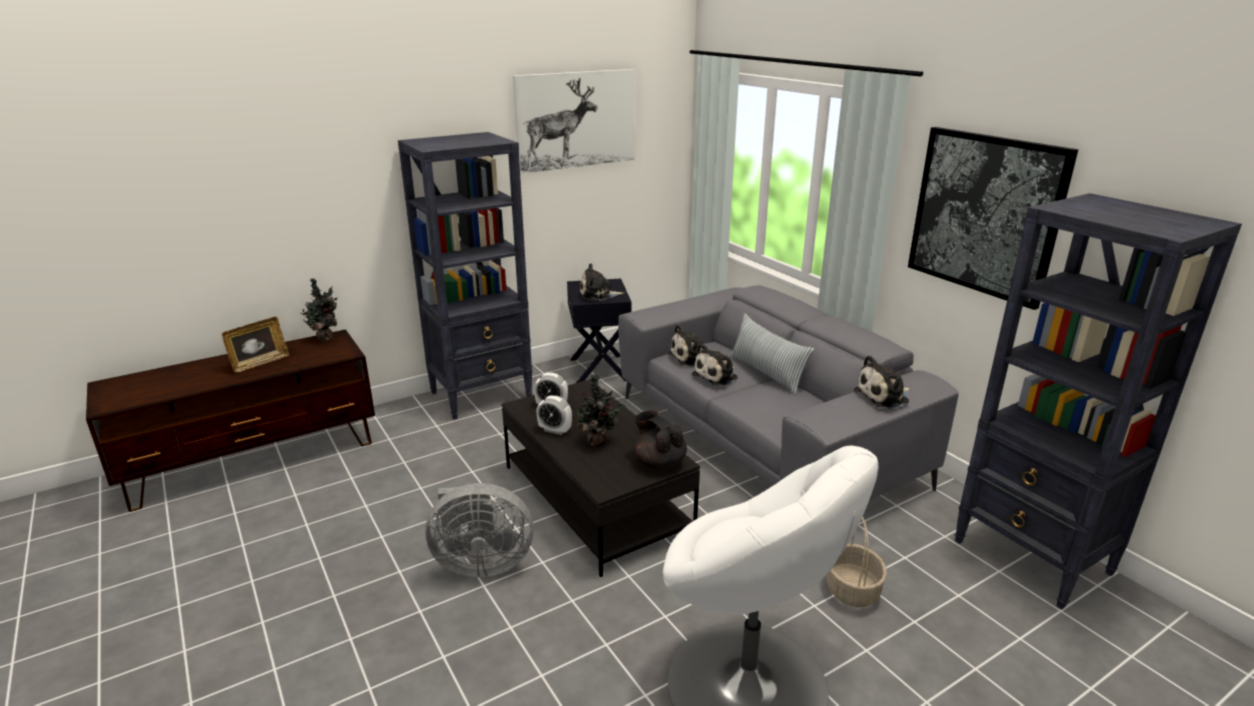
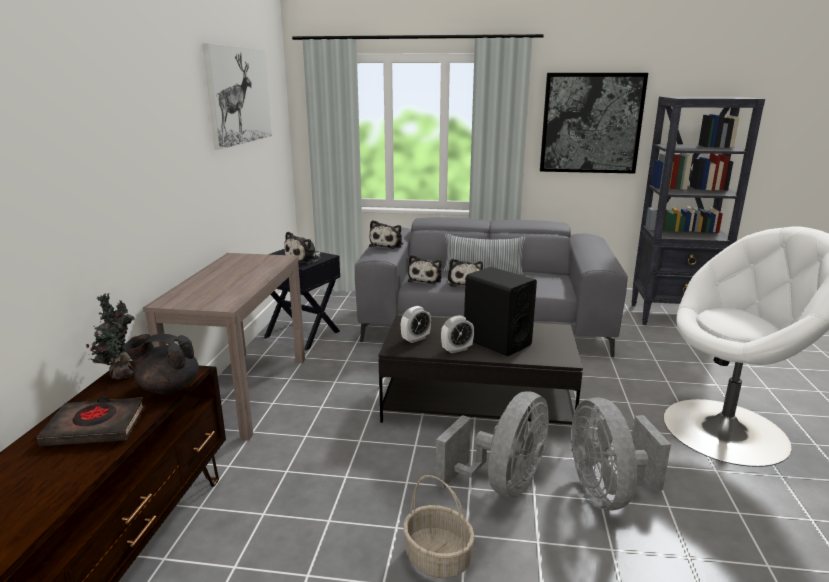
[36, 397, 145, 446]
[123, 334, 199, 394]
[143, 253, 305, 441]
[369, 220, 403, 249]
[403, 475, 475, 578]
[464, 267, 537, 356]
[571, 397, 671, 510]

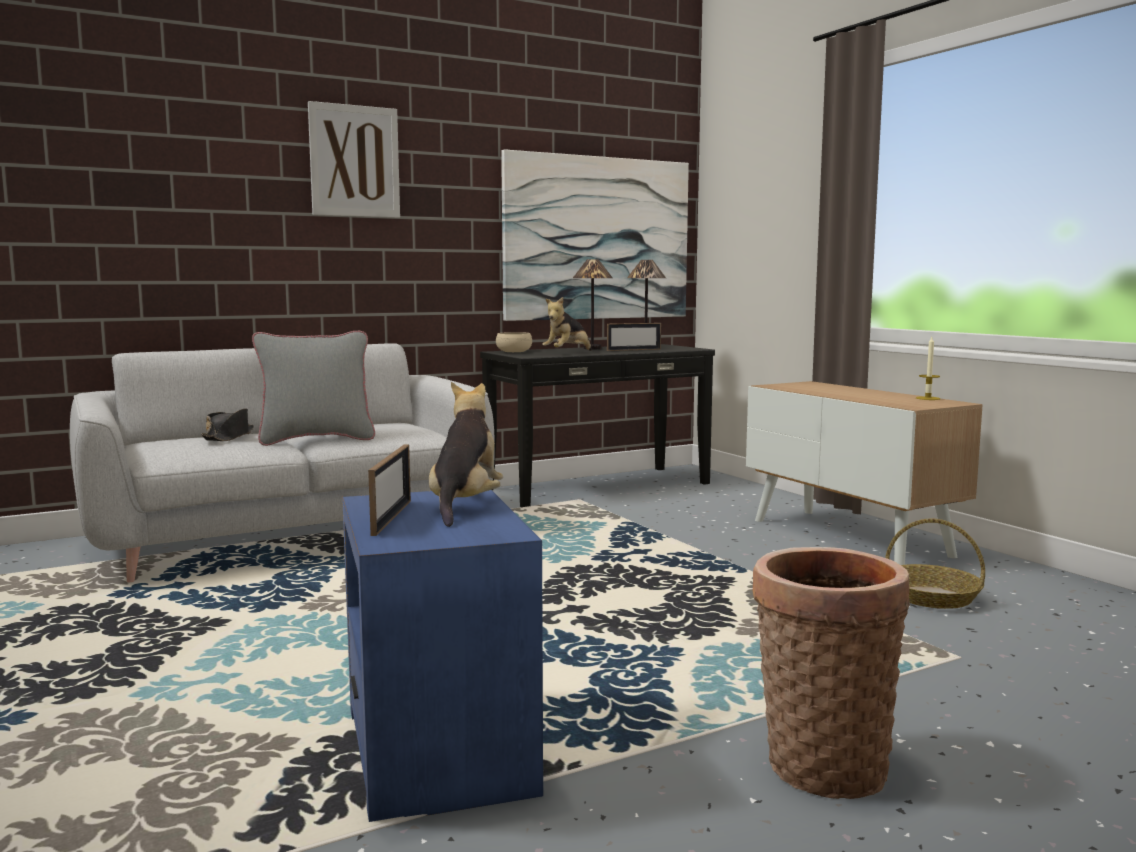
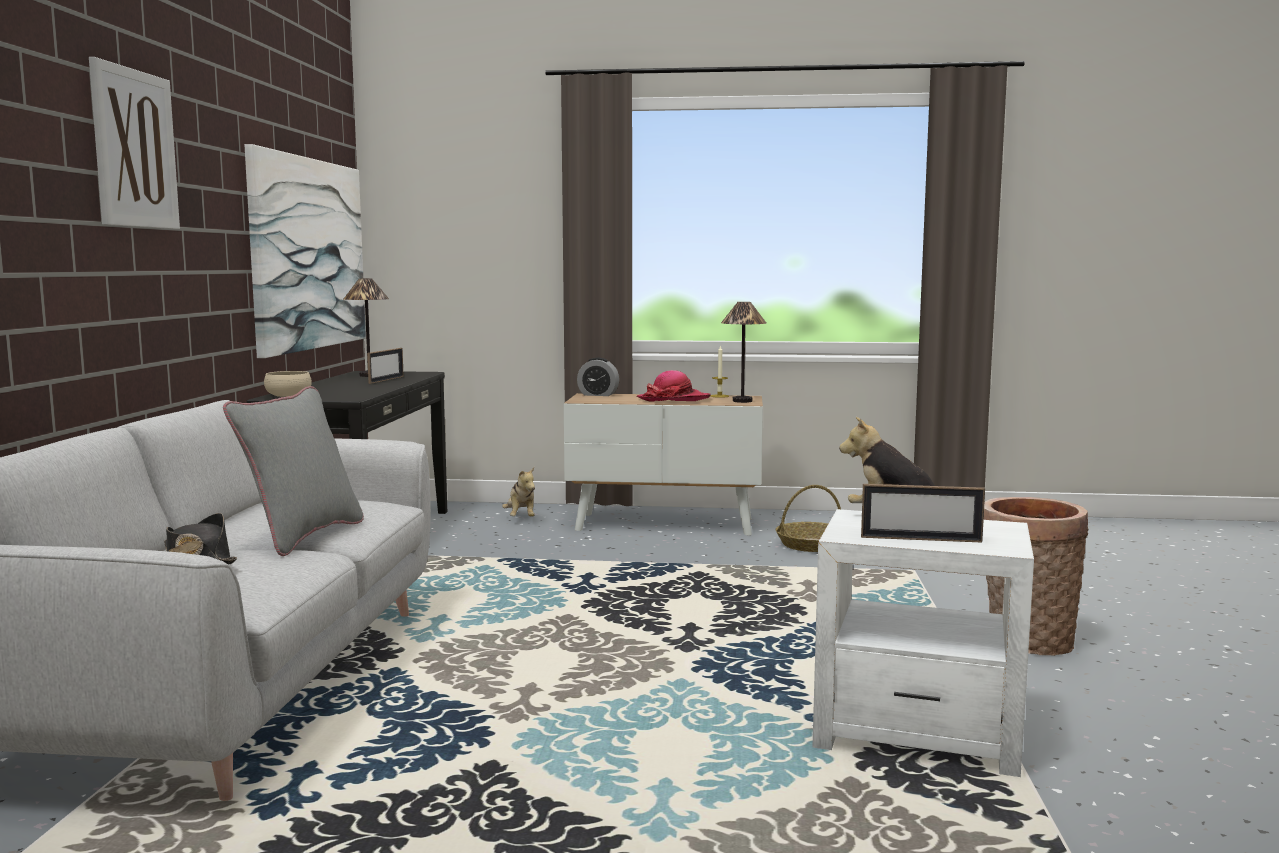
[502, 467, 535, 516]
[577, 358, 619, 396]
[637, 370, 711, 402]
[721, 302, 766, 403]
[813, 509, 1034, 777]
[861, 484, 985, 543]

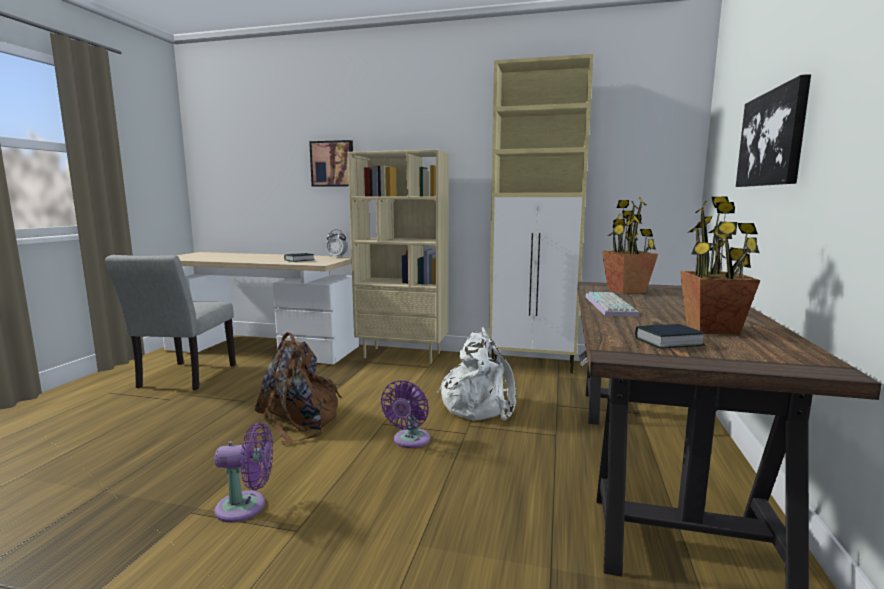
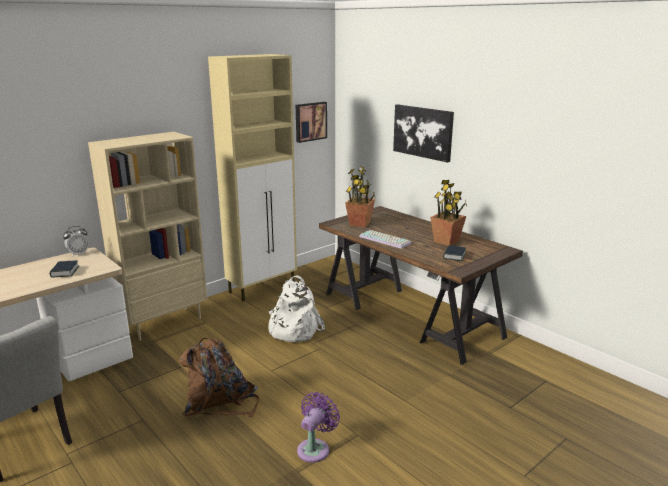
[296, 102, 327, 143]
[381, 380, 430, 448] (first image)

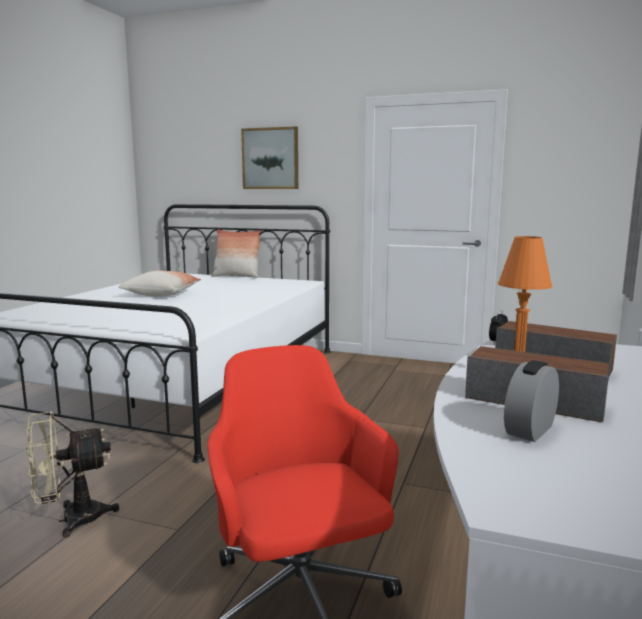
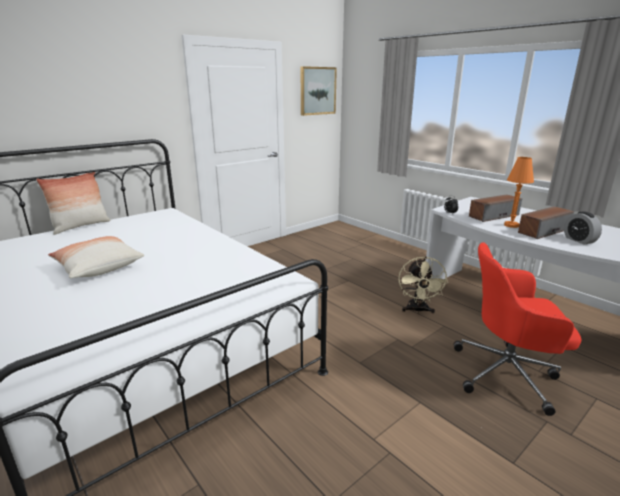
[300, 66, 337, 116]
[399, 256, 448, 314]

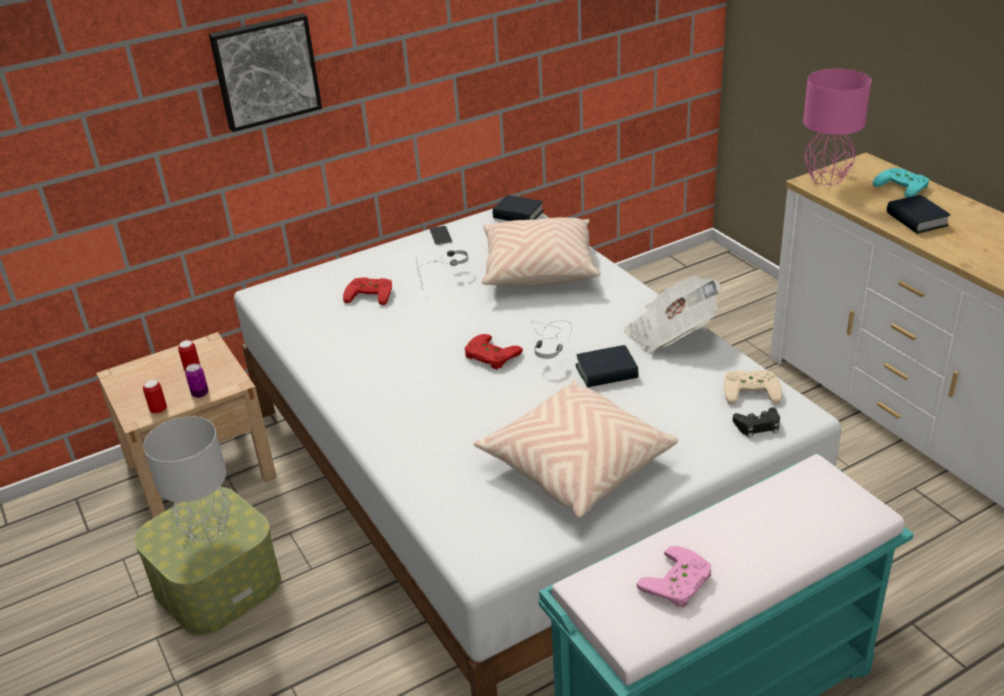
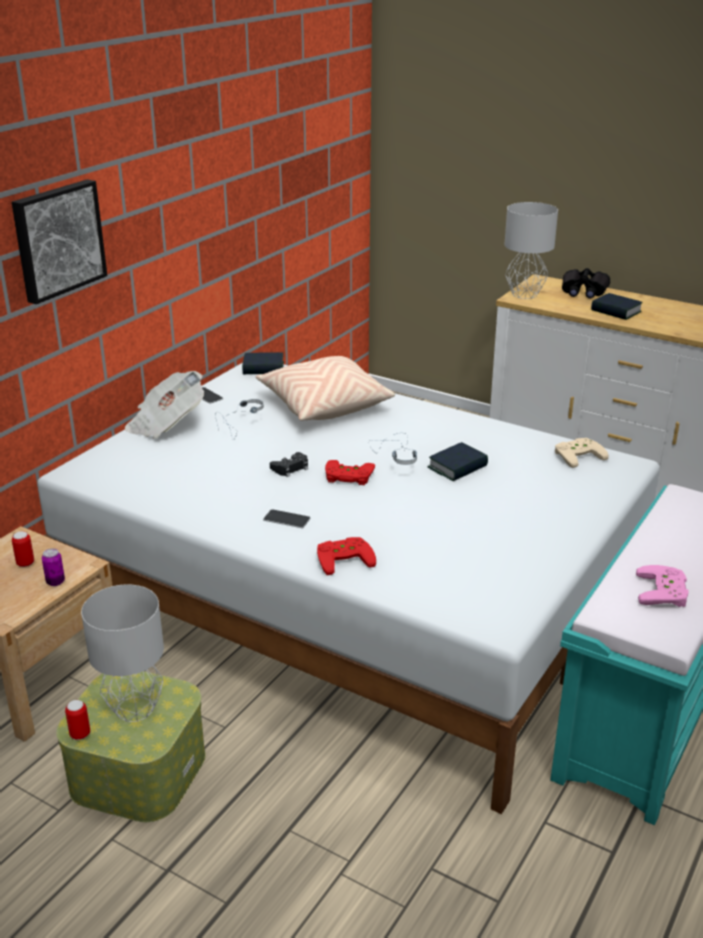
[65, 700, 90, 740]
[125, 371, 204, 438]
[263, 509, 310, 528]
[270, 452, 308, 477]
[317, 537, 376, 575]
[504, 202, 558, 299]
[562, 268, 610, 299]
[474, 381, 678, 518] (first image)

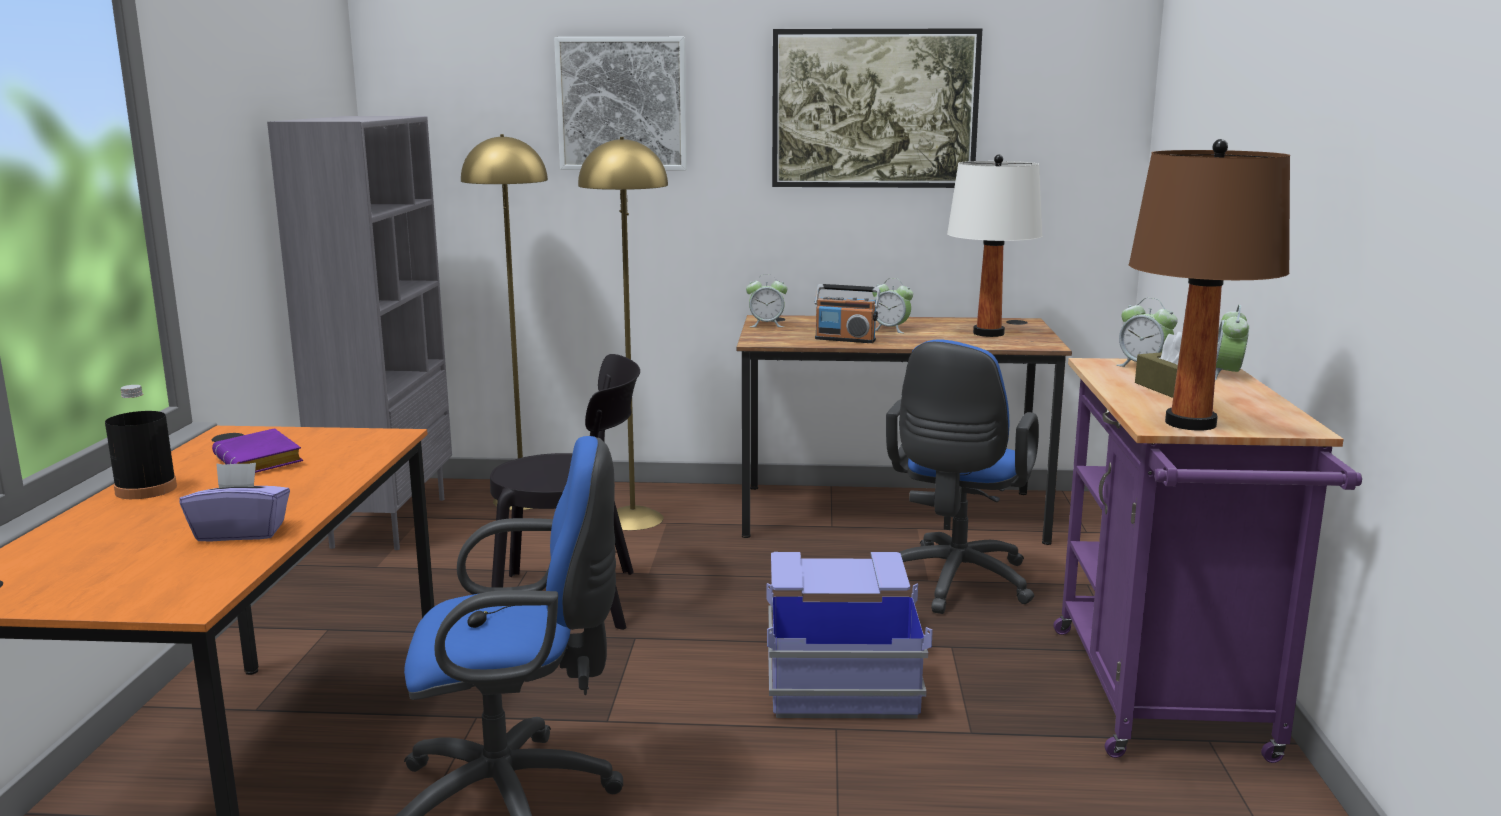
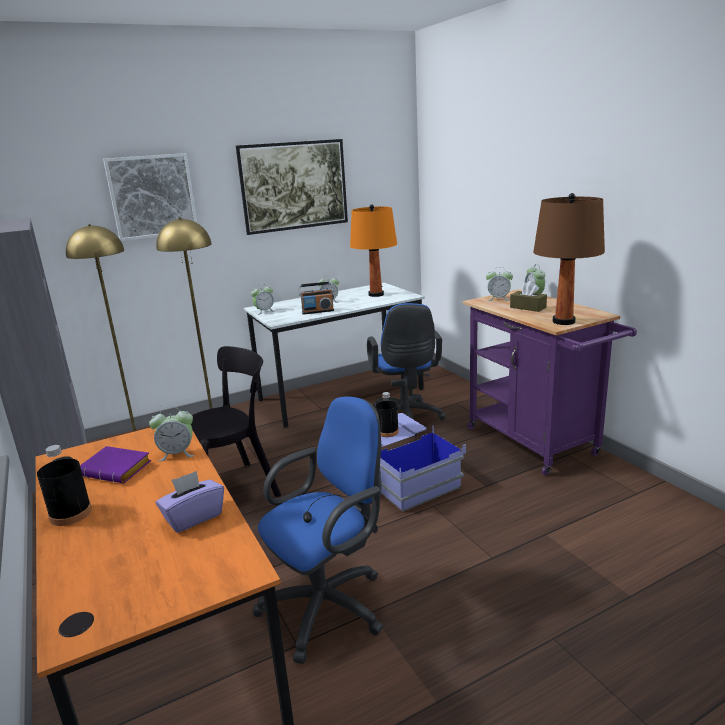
[149, 406, 195, 461]
[243, 283, 425, 428]
[350, 204, 397, 297]
[376, 392, 399, 437]

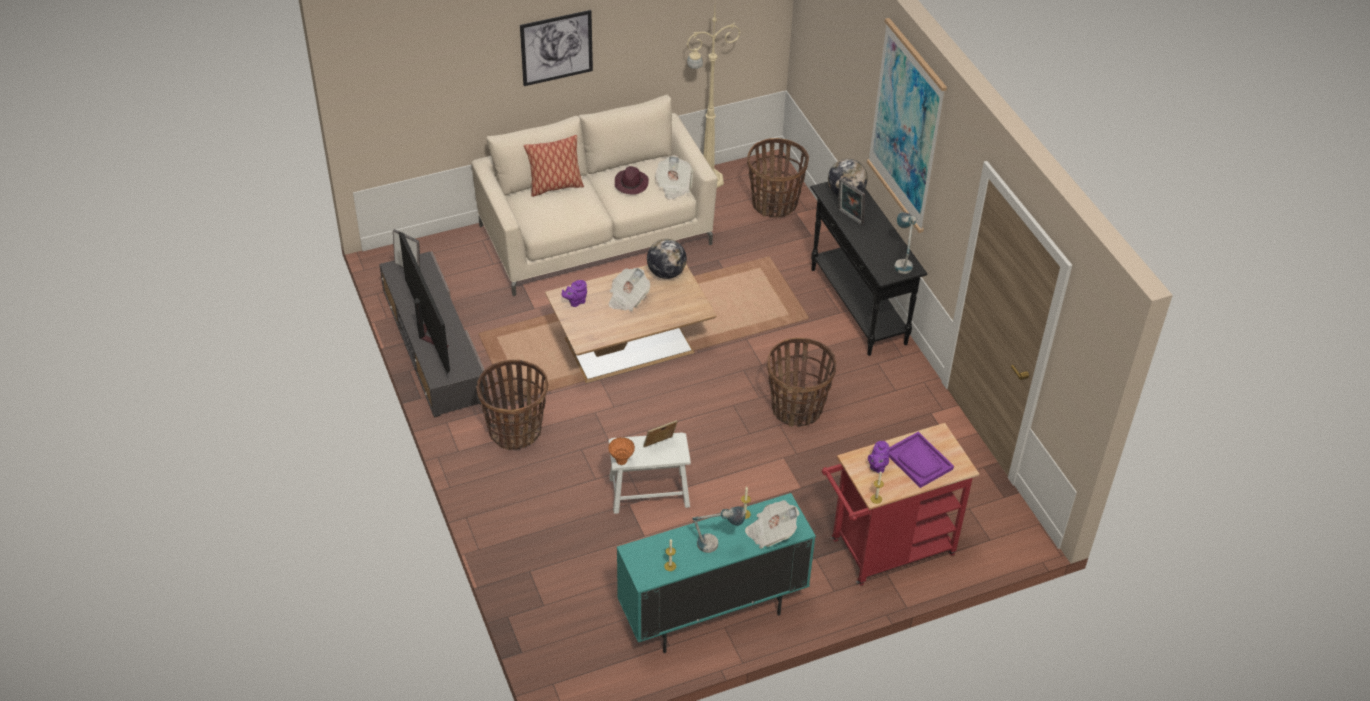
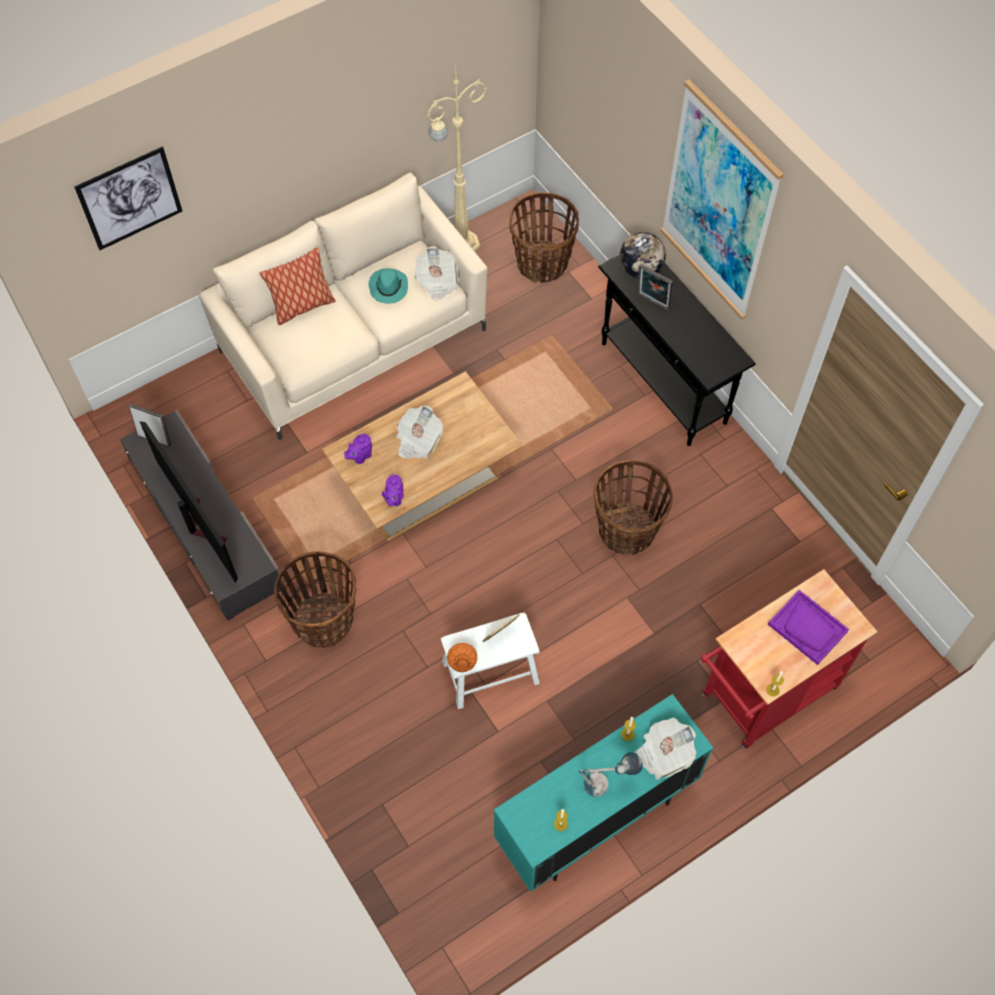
[74, 146, 183, 250]
[369, 268, 408, 304]
[382, 475, 404, 507]
[647, 239, 687, 279] (first image)
[894, 212, 916, 274] (first image)

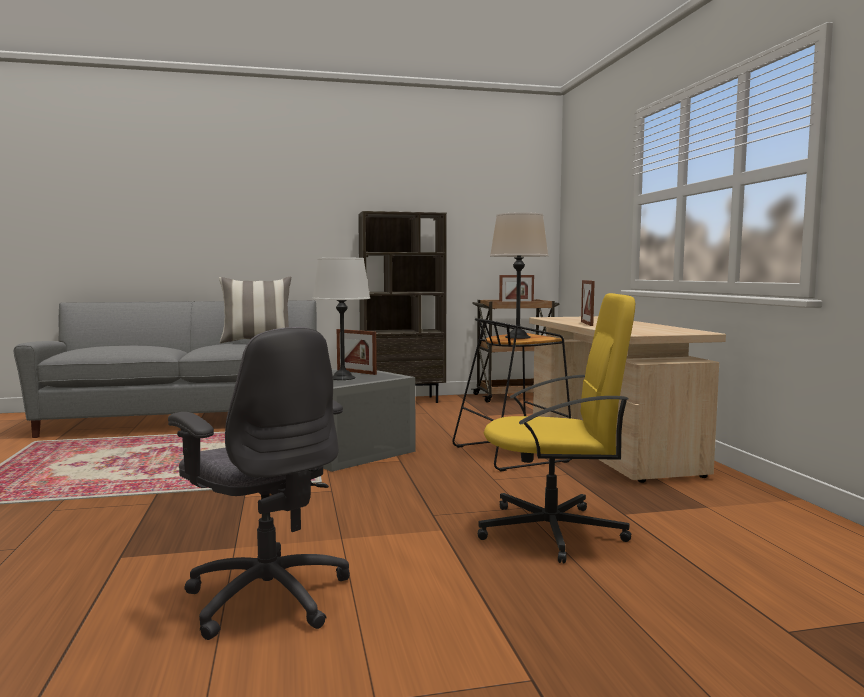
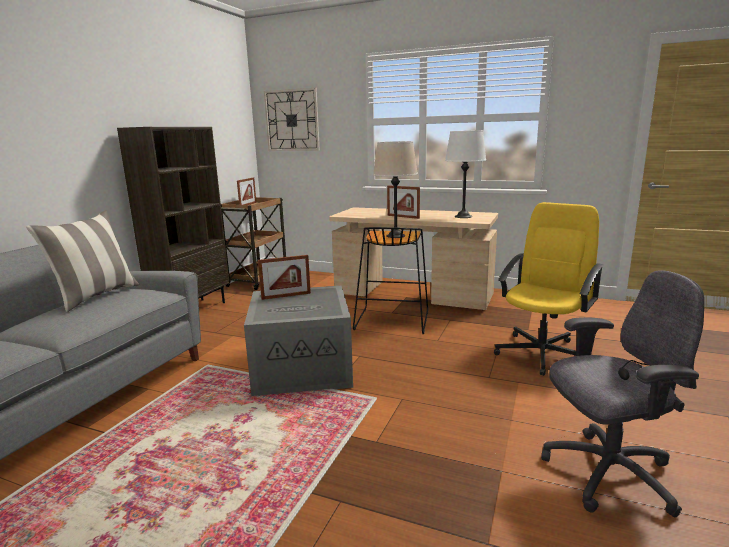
[264, 88, 320, 151]
[445, 130, 486, 218]

